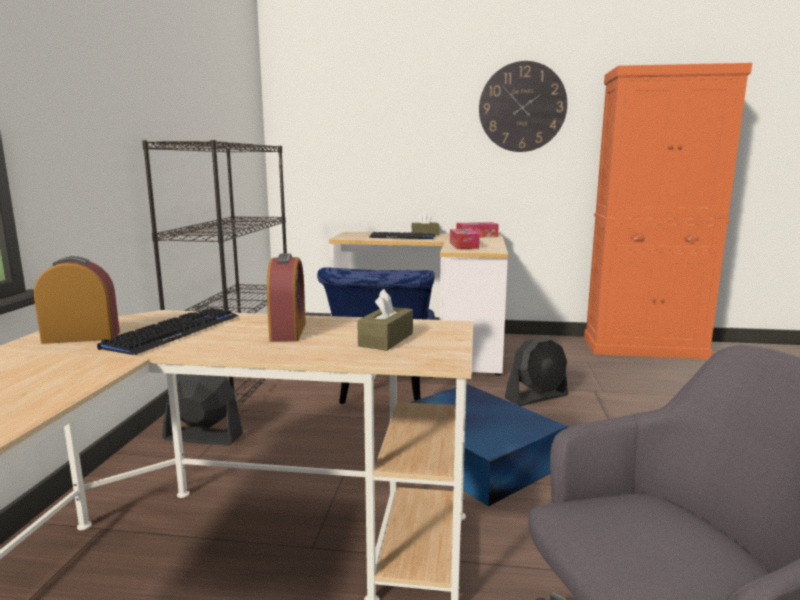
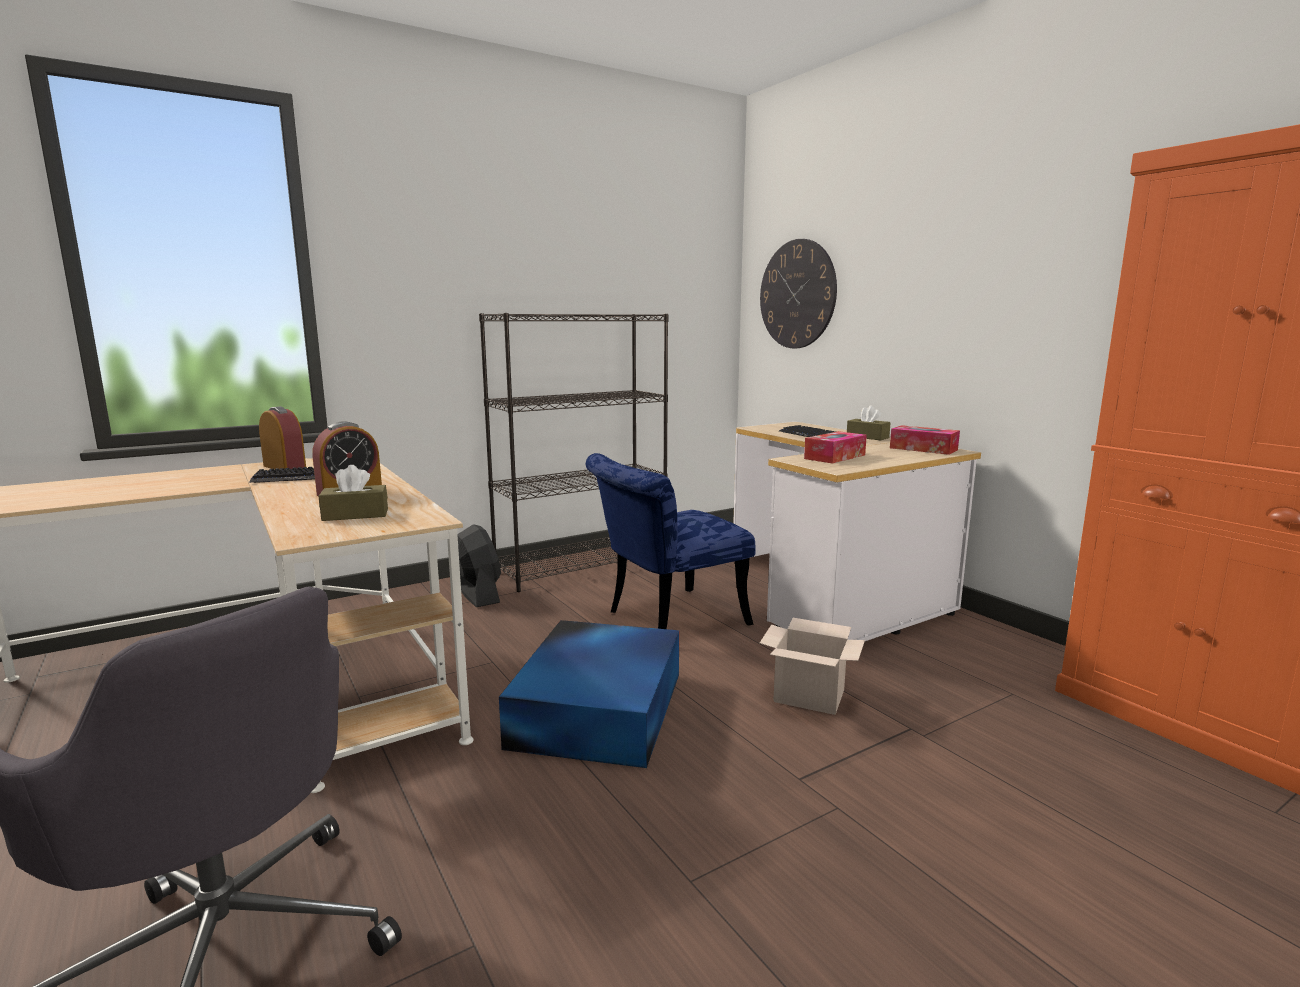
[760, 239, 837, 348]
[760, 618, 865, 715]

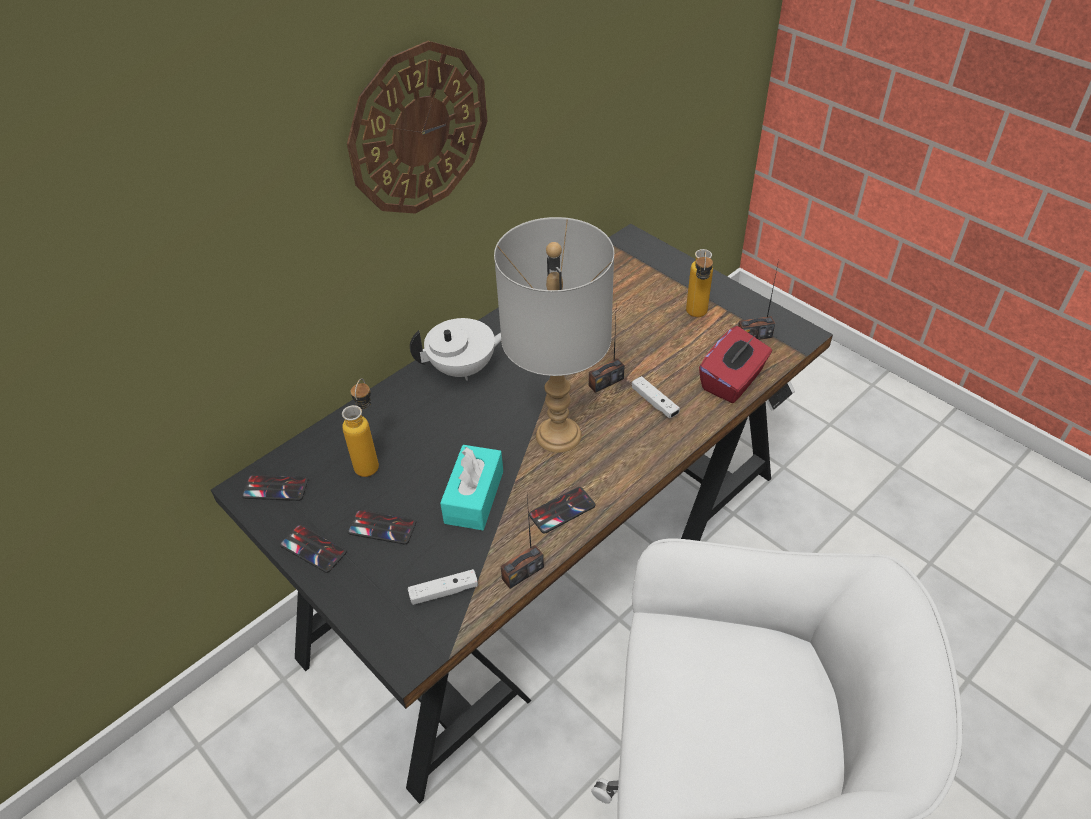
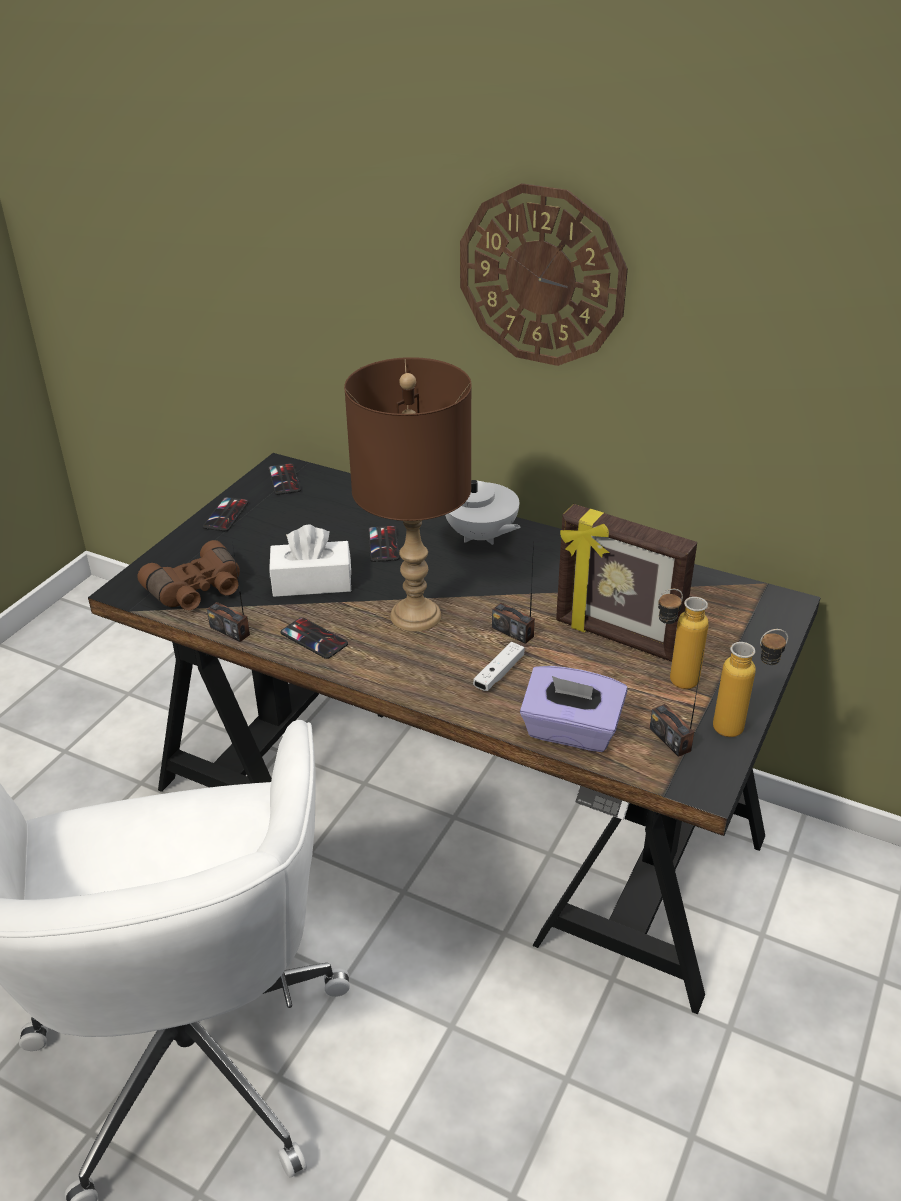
[137, 540, 240, 610]
[269, 525, 351, 597]
[344, 357, 472, 632]
[368, 526, 399, 562]
[520, 666, 628, 752]
[556, 504, 697, 662]
[713, 629, 788, 737]

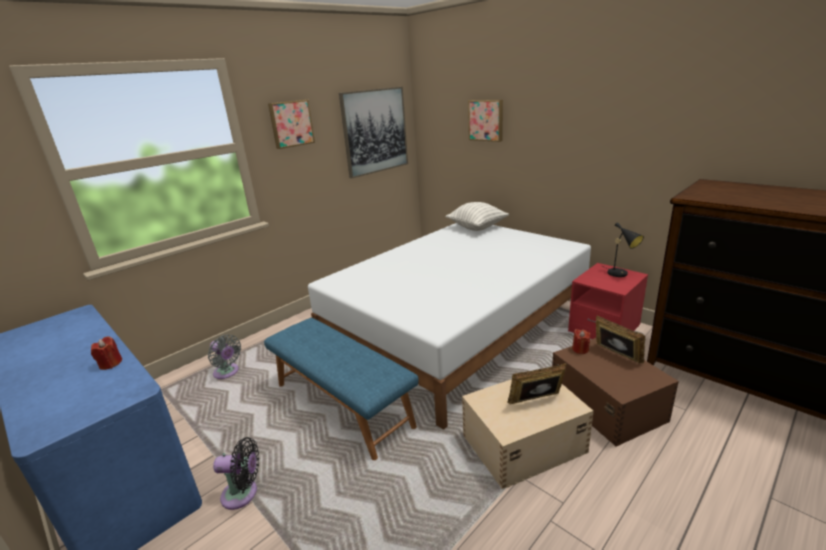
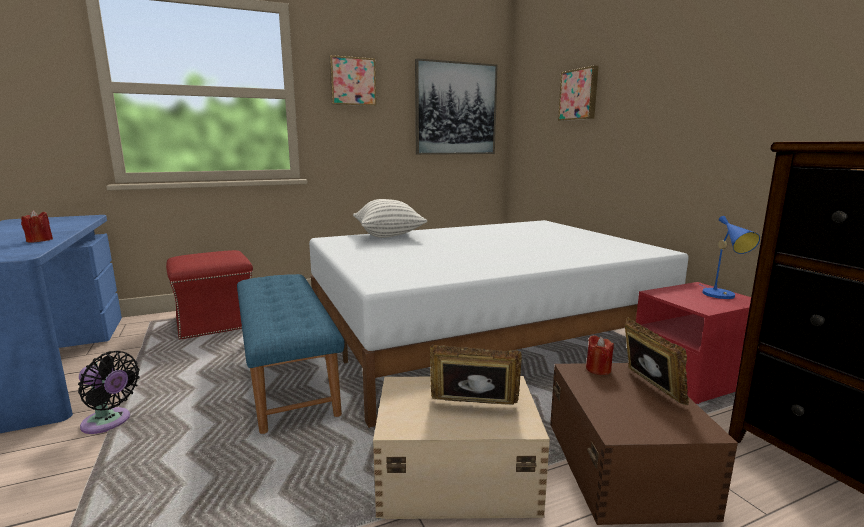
[166, 250, 253, 339]
[353, 199, 427, 238]
[699, 216, 760, 299]

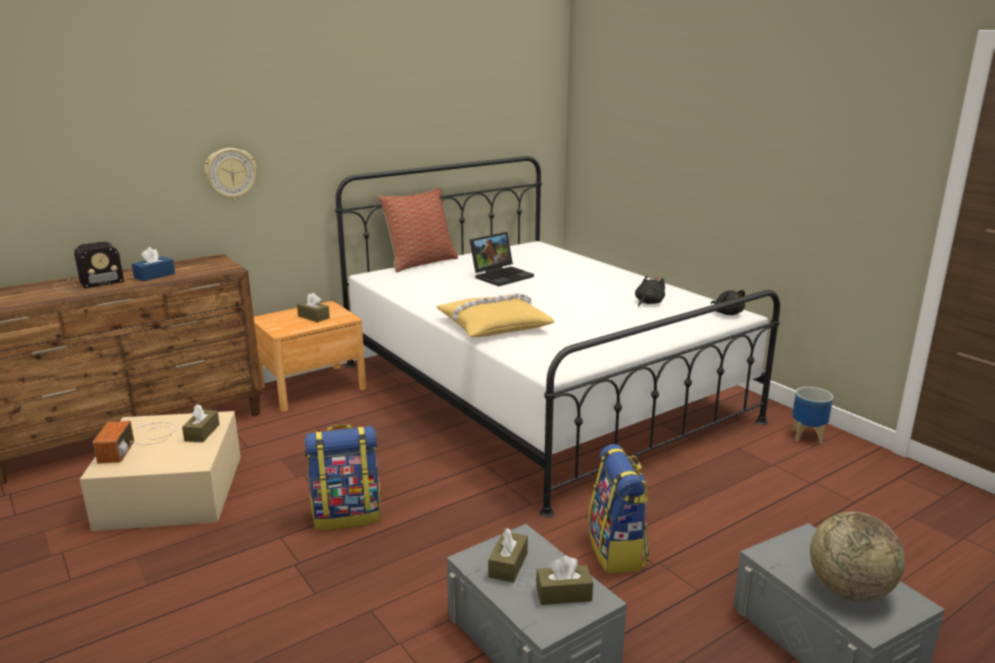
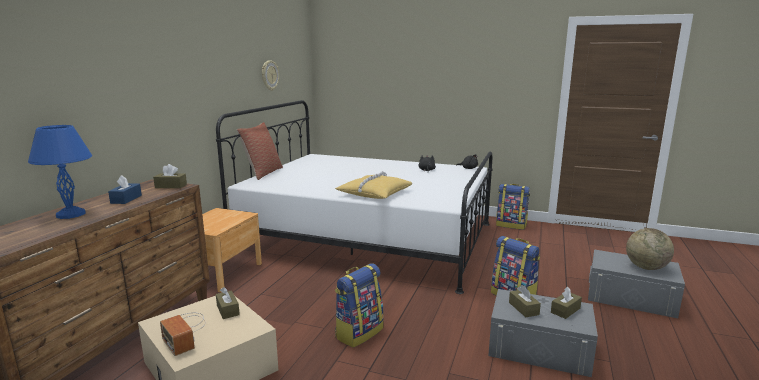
[28, 125, 93, 219]
[153, 164, 187, 188]
[262, 60, 279, 91]
[496, 184, 530, 230]
[470, 232, 534, 286] (first image)

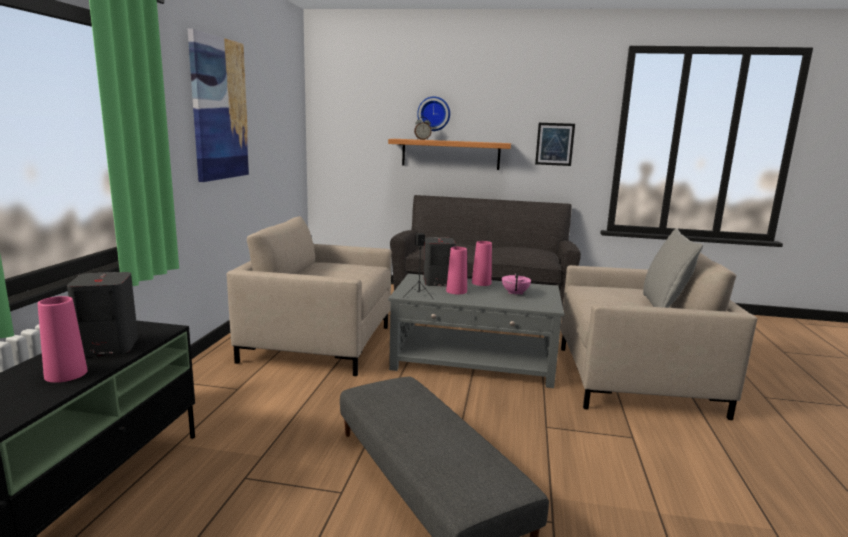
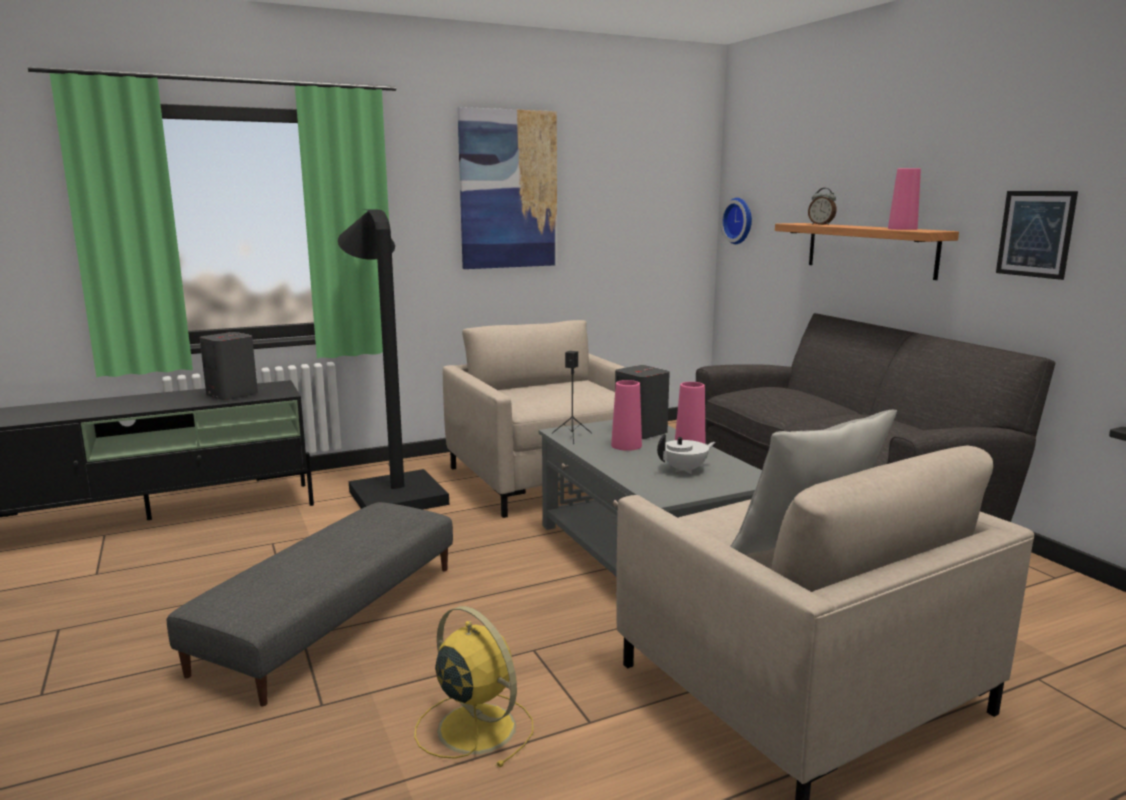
[338, 209, 449, 510]
[415, 606, 533, 767]
[657, 434, 715, 474]
[720, 198, 752, 244]
[888, 168, 921, 230]

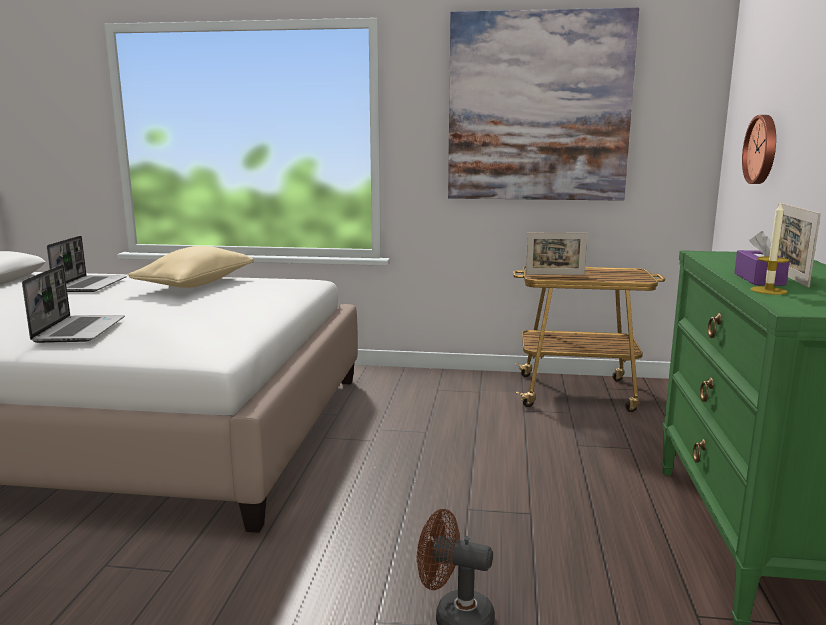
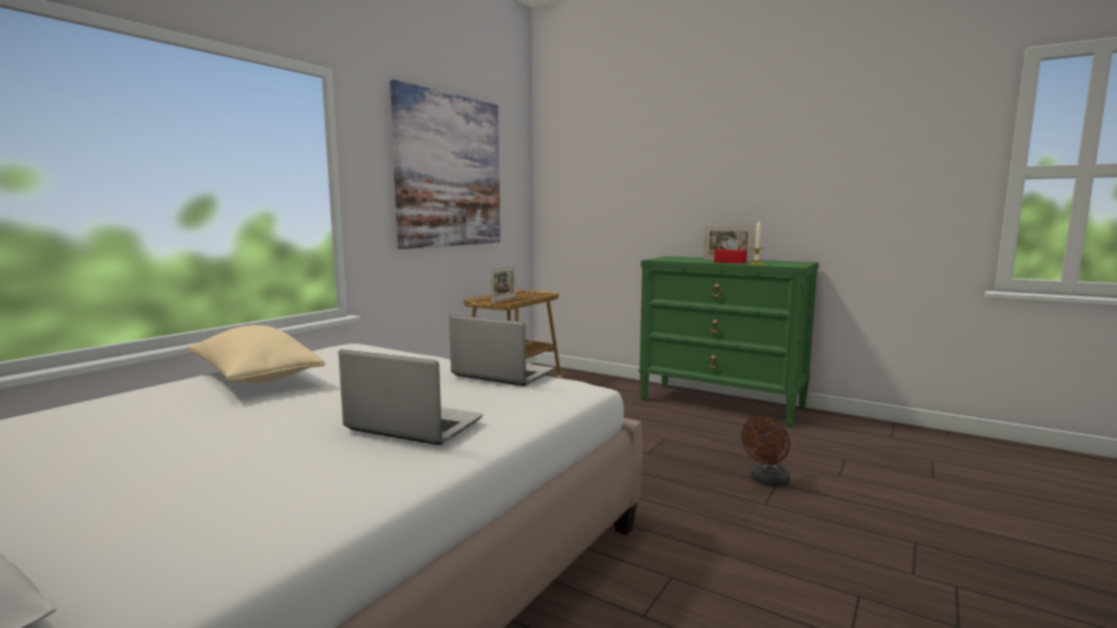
[449, 315, 554, 386]
[714, 238, 747, 264]
[742, 115, 776, 184] (first image)

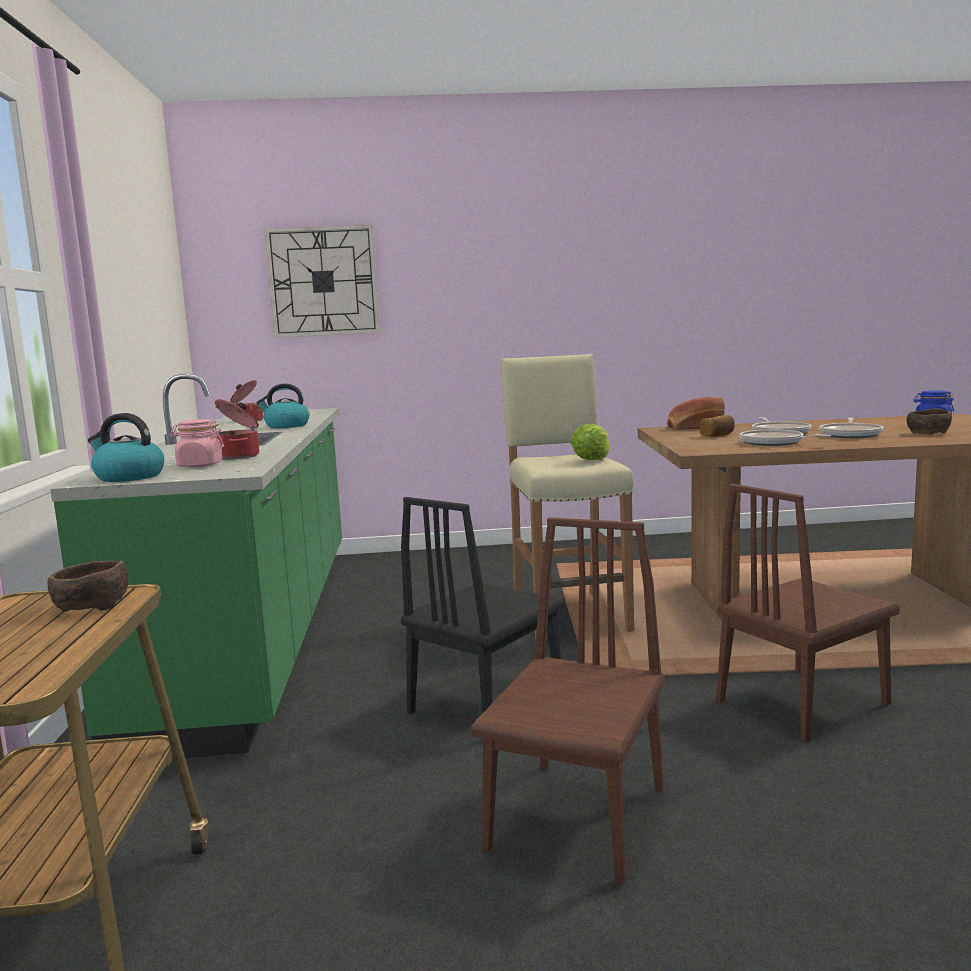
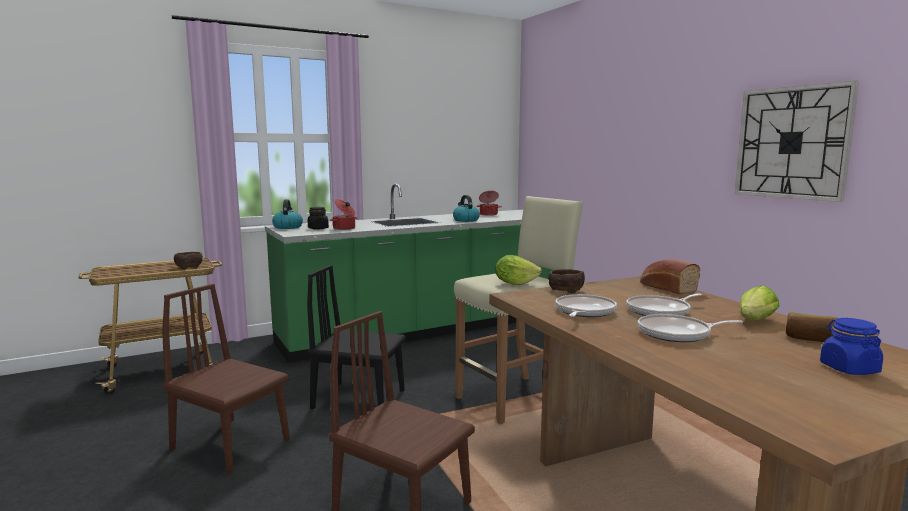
[162, 284, 290, 474]
[308, 207, 329, 230]
[548, 269, 585, 293]
[734, 81, 859, 202]
[739, 285, 780, 320]
[786, 312, 838, 342]

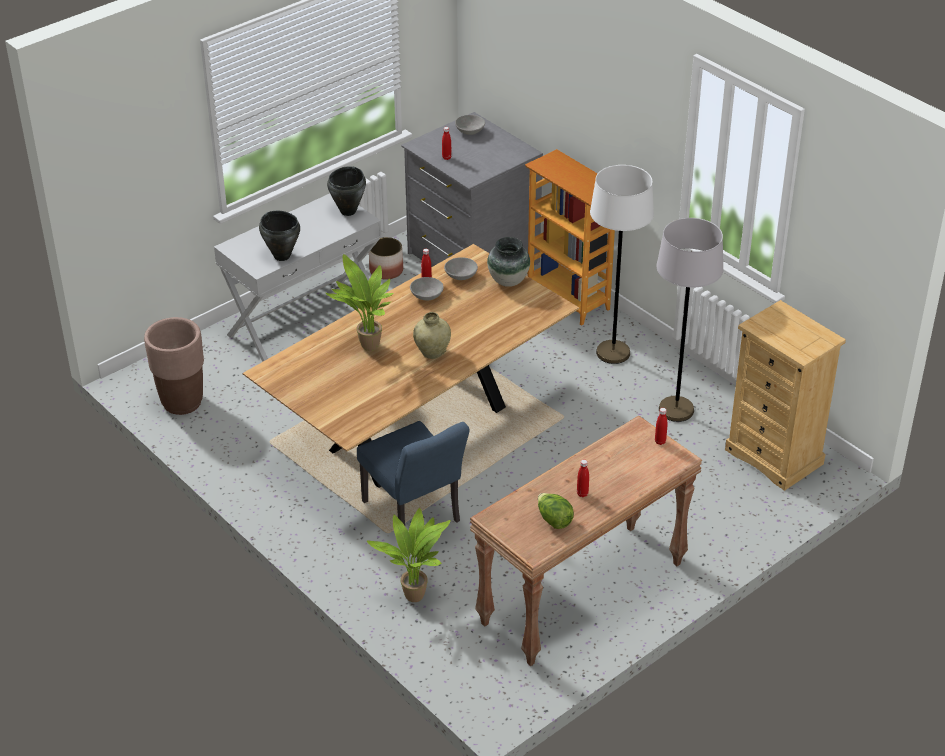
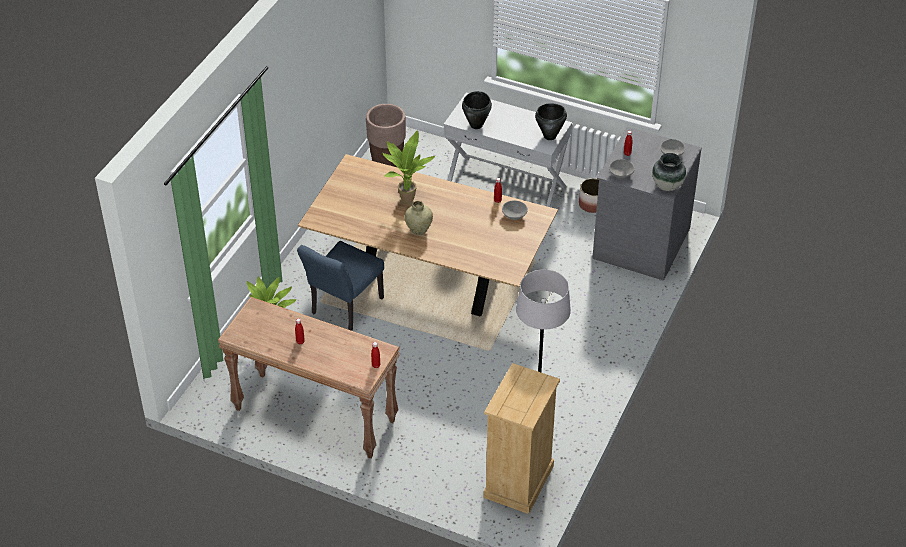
[609, 159, 635, 178]
[652, 153, 686, 191]
[525, 149, 615, 326] (first image)
[538, 493, 574, 529] (first image)
[590, 165, 654, 364] (first image)

